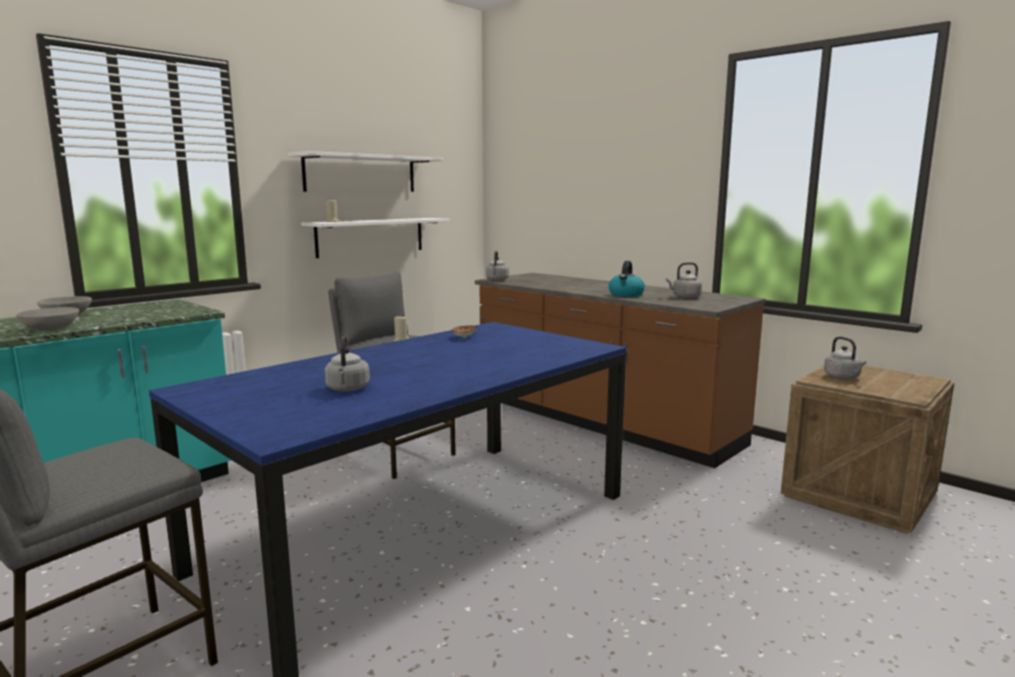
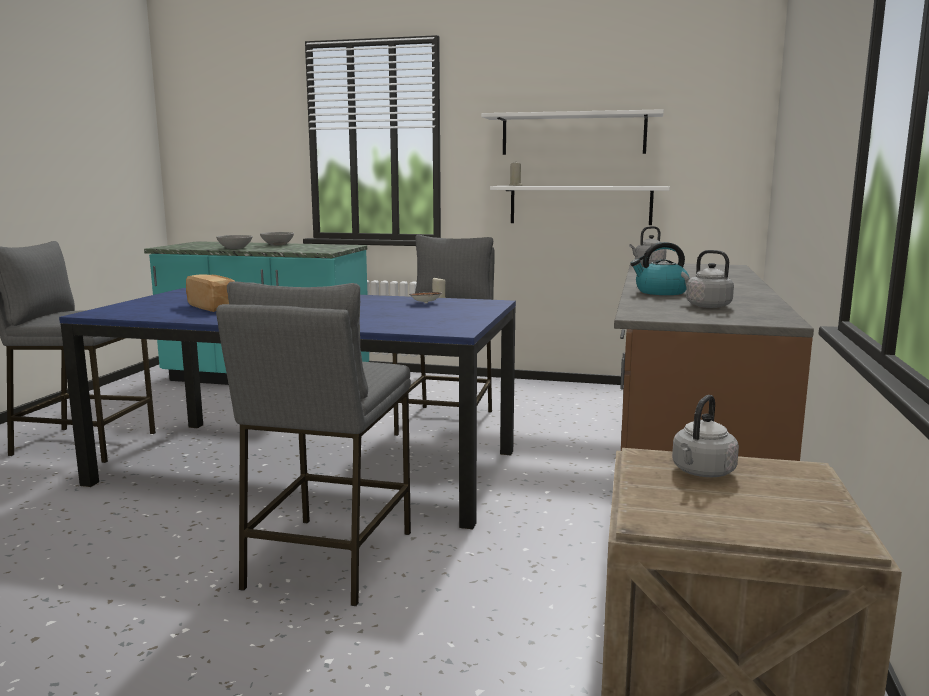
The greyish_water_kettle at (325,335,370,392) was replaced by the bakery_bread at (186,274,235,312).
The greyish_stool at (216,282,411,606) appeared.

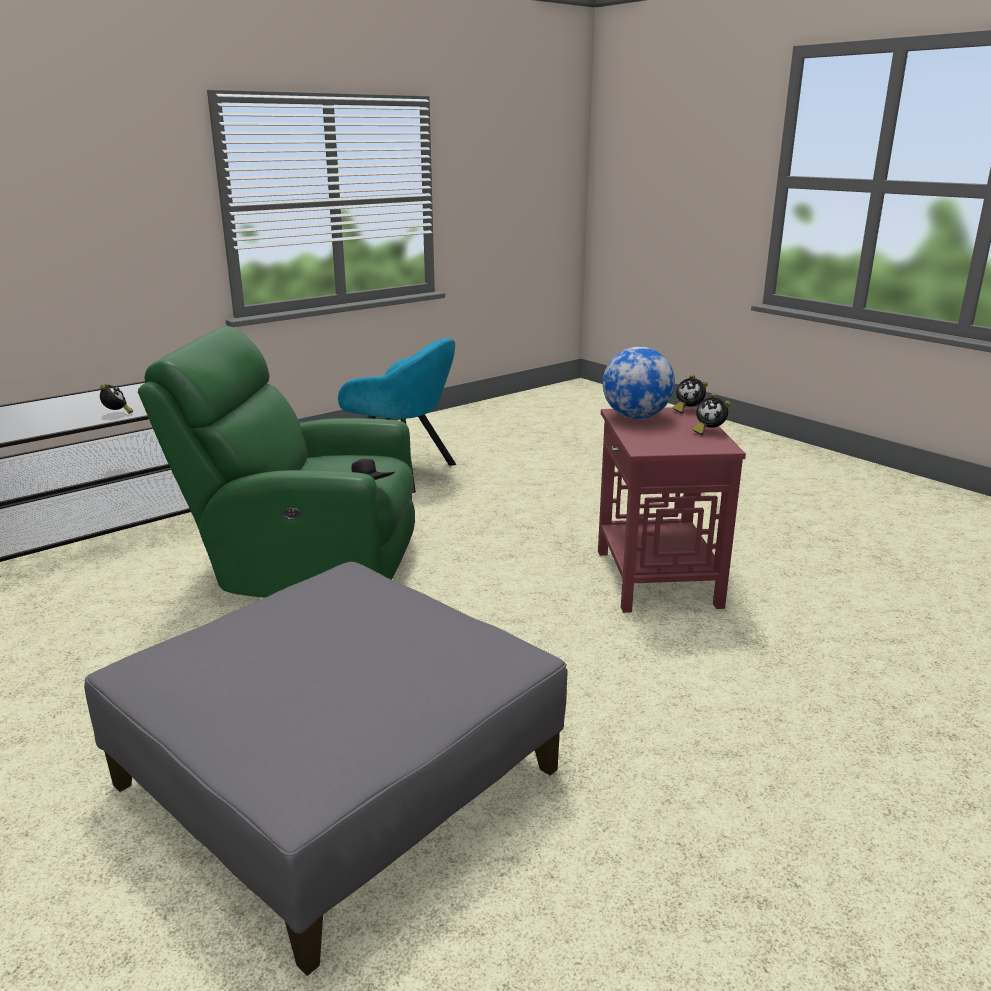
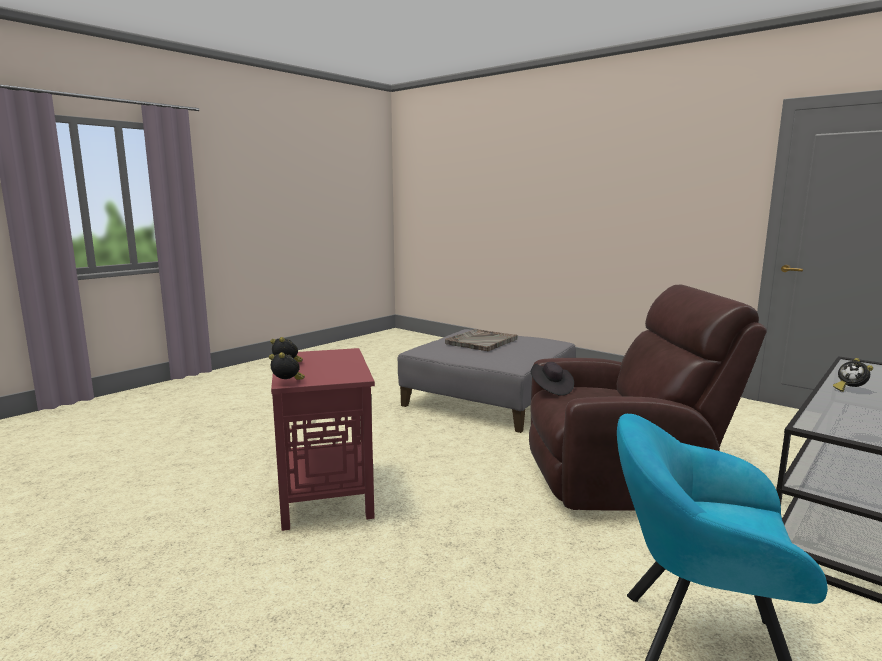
The greyish_carrying_tray at (445,329,518,352) appeared.
The green_easy_chair at (138,326,415,598) became the brown-coloured_easy_chair at (529,285,767,511).
The desk_globe at (603,347,675,419) disappeared.

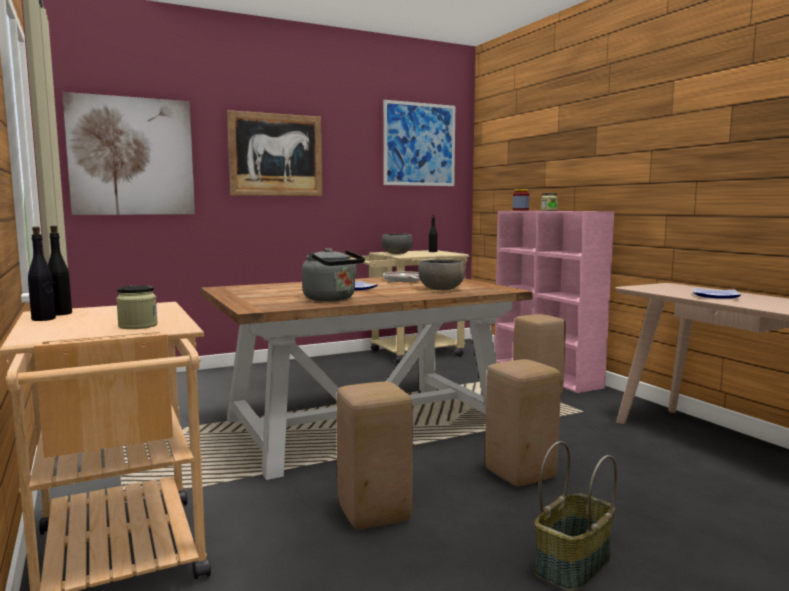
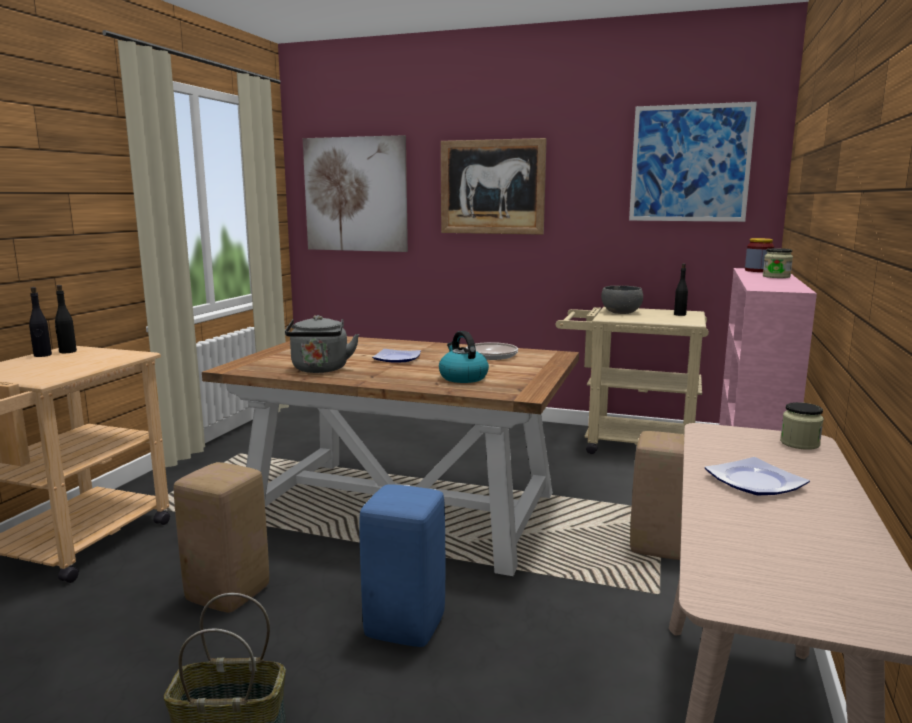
The beige-coloured_stool at (485,359,561,486) became the blue-coloured_stool at (359,484,445,647).
The greyish_bowl at (418,260,466,290) was replaced by the water_kettle at (439,331,489,383).
The storage_jar moved from (116,285,158,329) to (780,402,824,450).

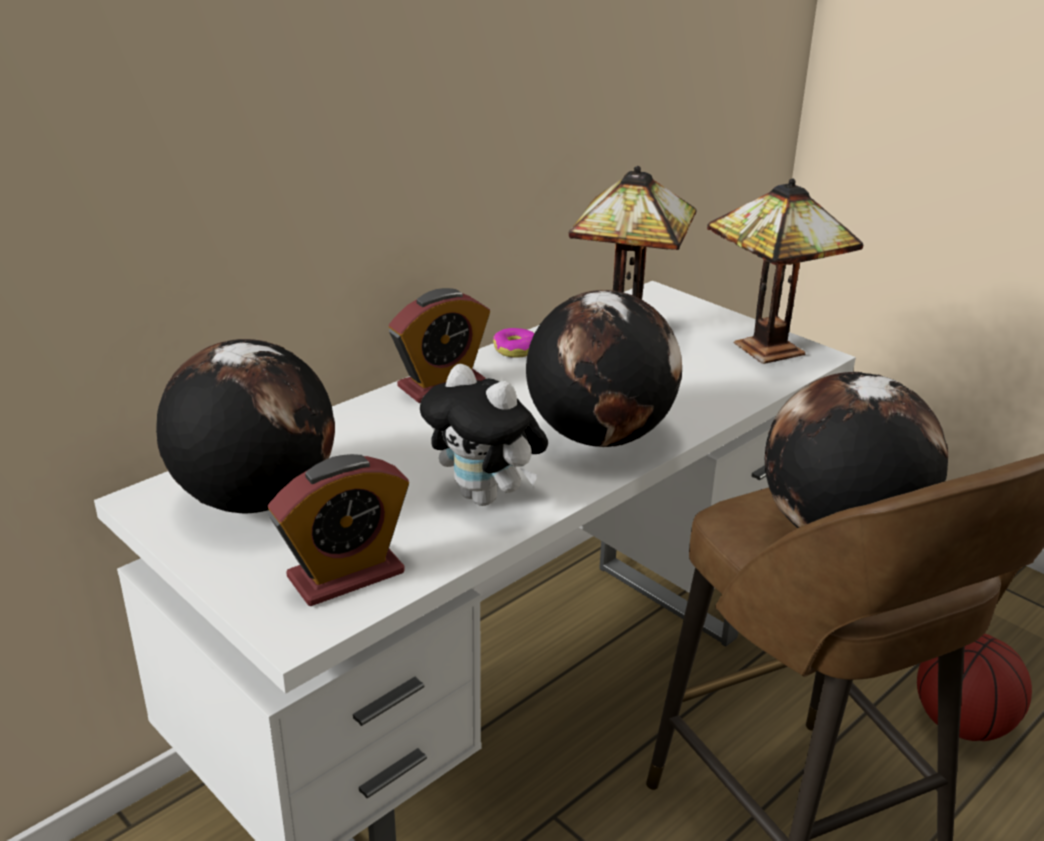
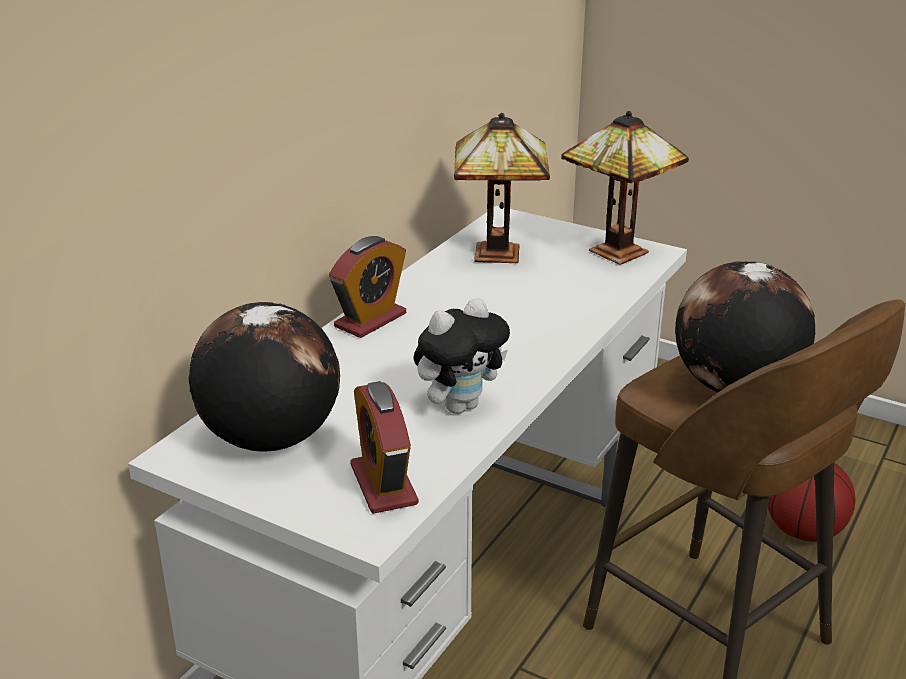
The table_clock at (268,454,409,606) turned 120 degrees clockwise.
The plush_toy at (420,364,548,506) turned 60 degrees counterclockwise.
The donut at (493,328,534,358) disappeared.
The desk_globe at (526,290,682,447) disappeared.

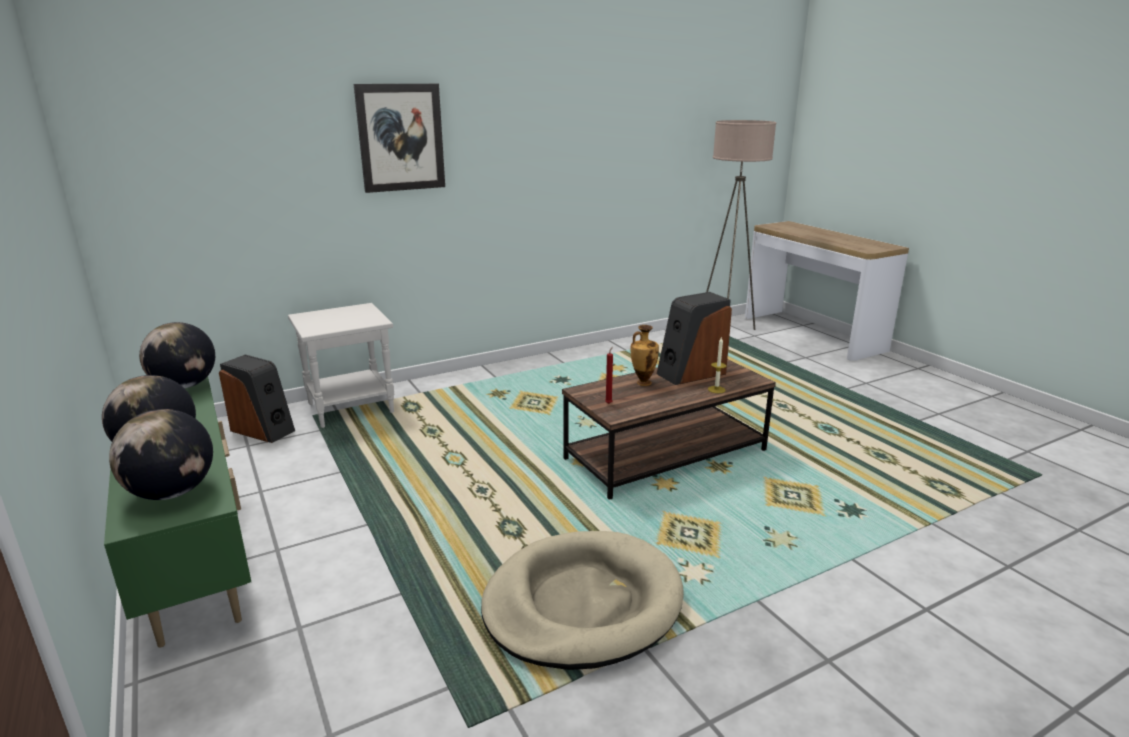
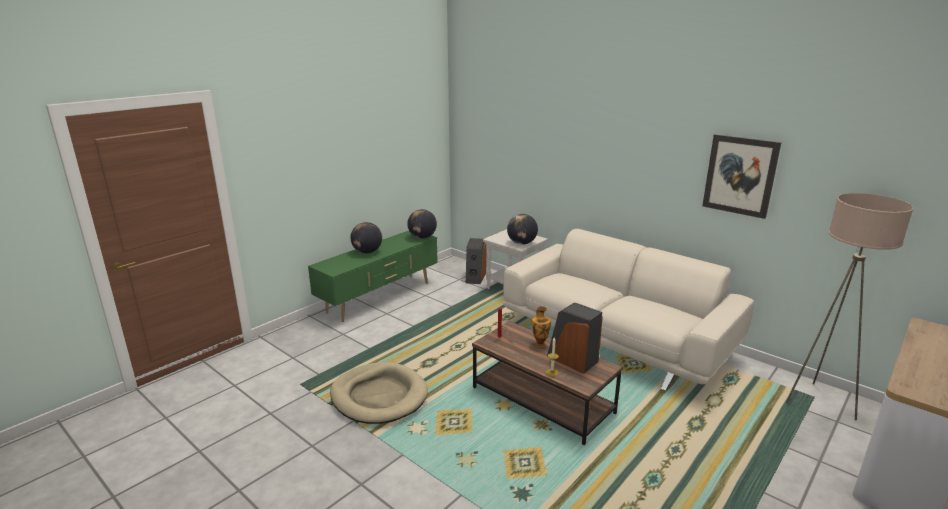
The beige-coloured_settee at (503,229,754,391) appeared.
The desk_globe moved from (109,409,213,500) to (507,214,538,245).
The wall_art moved from (354,84,445,193) to (702,134,782,219).

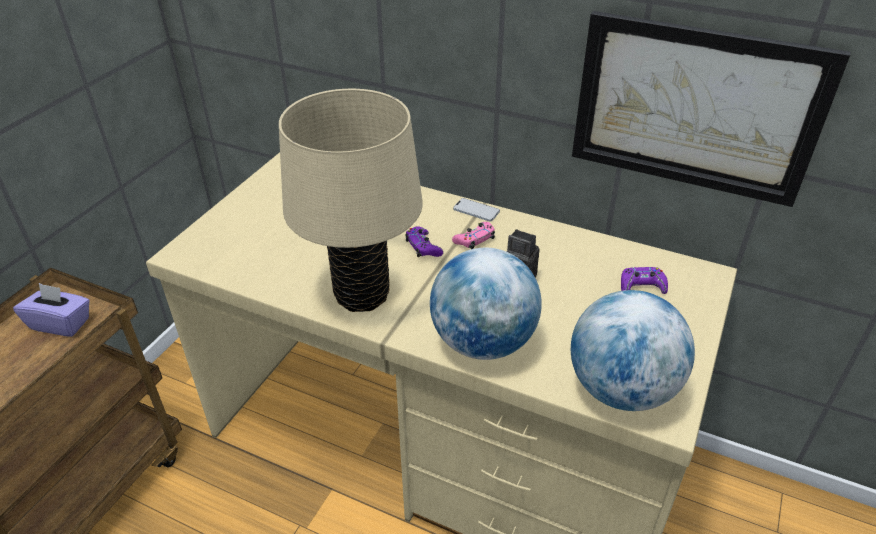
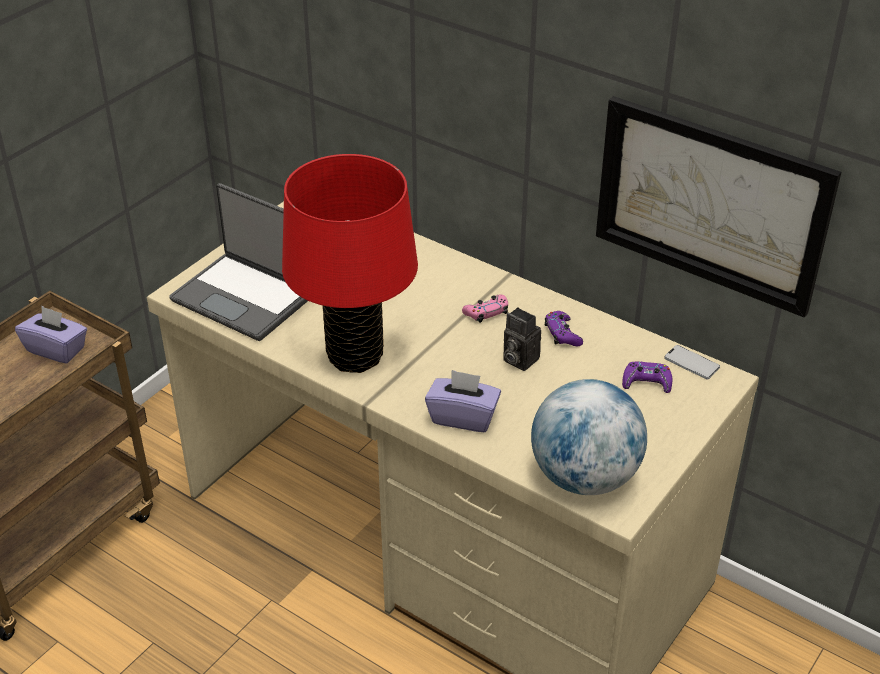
The portable_computer at (169,183,308,341) appeared.
The beige-coloured_lamp_for_a_table at (279,89,423,312) became the red_lamp_for_a_table at (282,154,418,373).
The desk_globe at (430,248,542,360) was replaced by the purple-coloured_tissue_holder at (425,370,501,432).
The purple-coloured_game_controller moved from (405,226,443,257) to (545,311,583,346).
The telephone moved from (453,198,500,222) to (664,345,720,380).

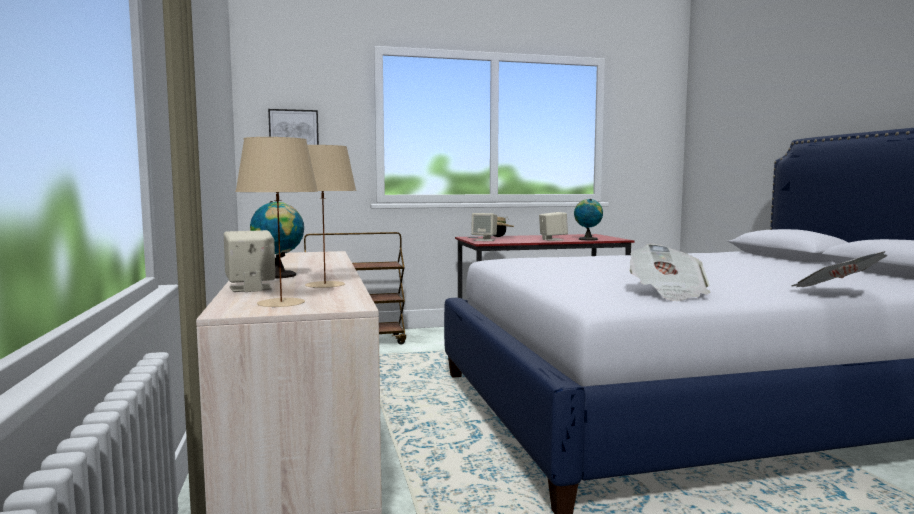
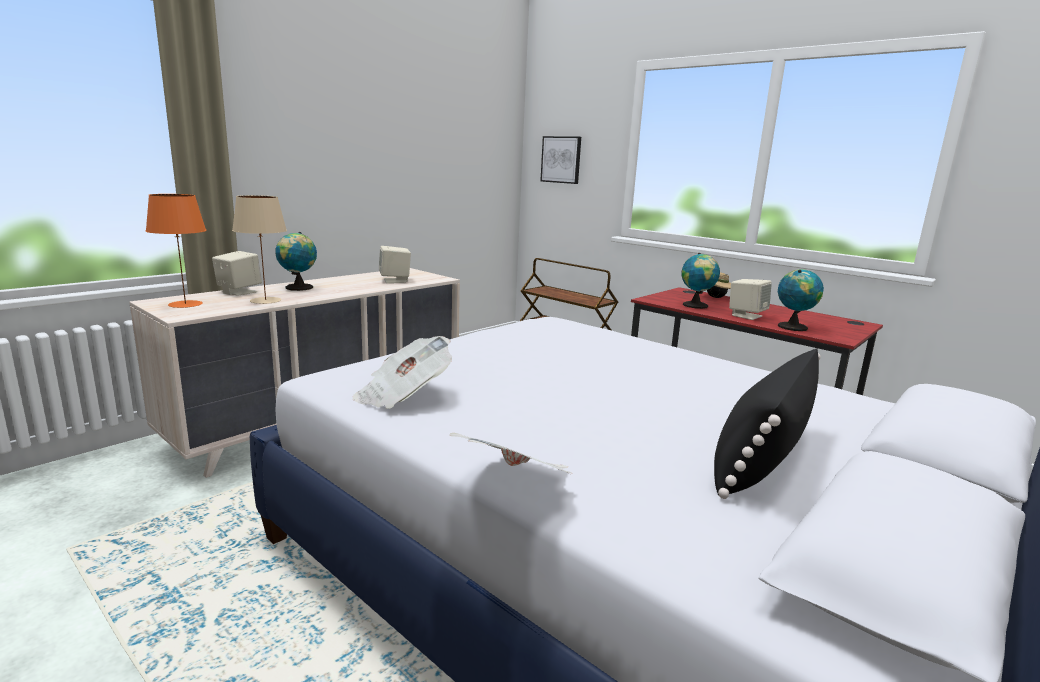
The beige-coloured_lamp_for_a_table at (235,137,318,308) became the orange-coloured_lamp_for_a_table at (146,194,207,308).
The beige-coloured_speaker moved from (471,213,497,241) to (379,246,411,283).
The desk_globe at (681,253,720,309) appeared.
The blackish_pillow at (714,349,821,499) appeared.

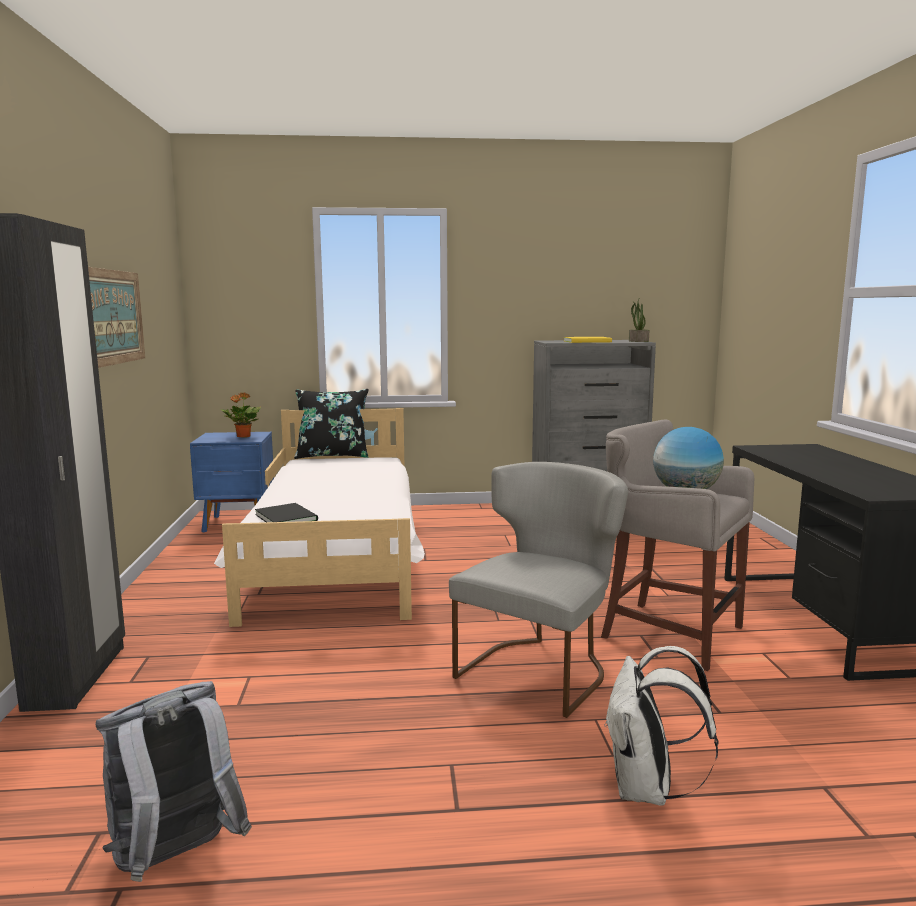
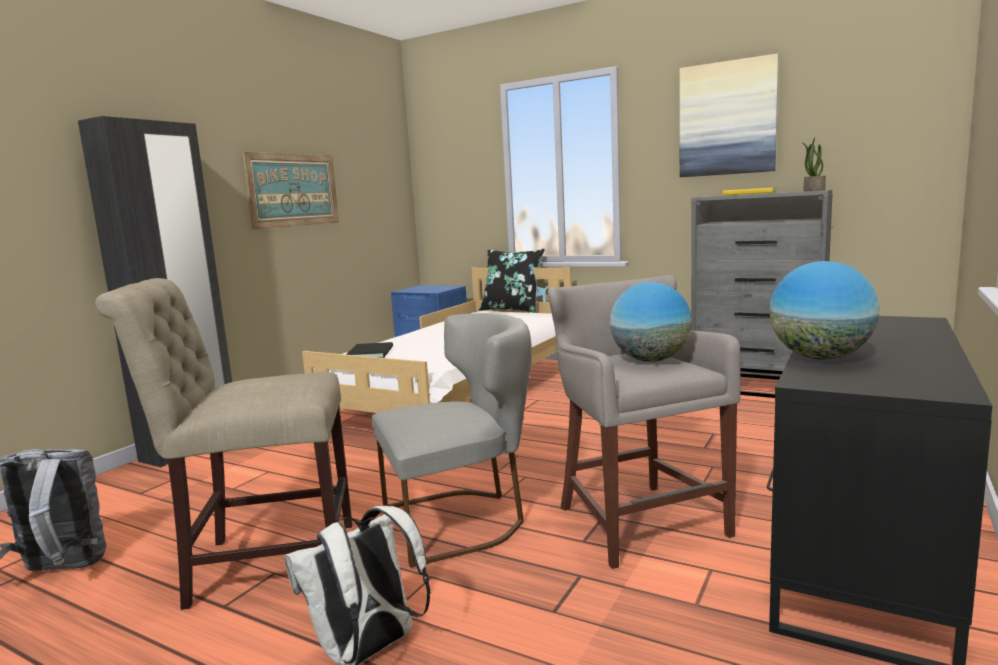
The beige-coloured_upright_chair at (95,278,352,610) appeared.
The wall_art at (680,54,779,177) appeared.
The desk_globe at (769,261,879,360) appeared.
The plant_in_a_pot at (220,392,261,438) disappeared.

